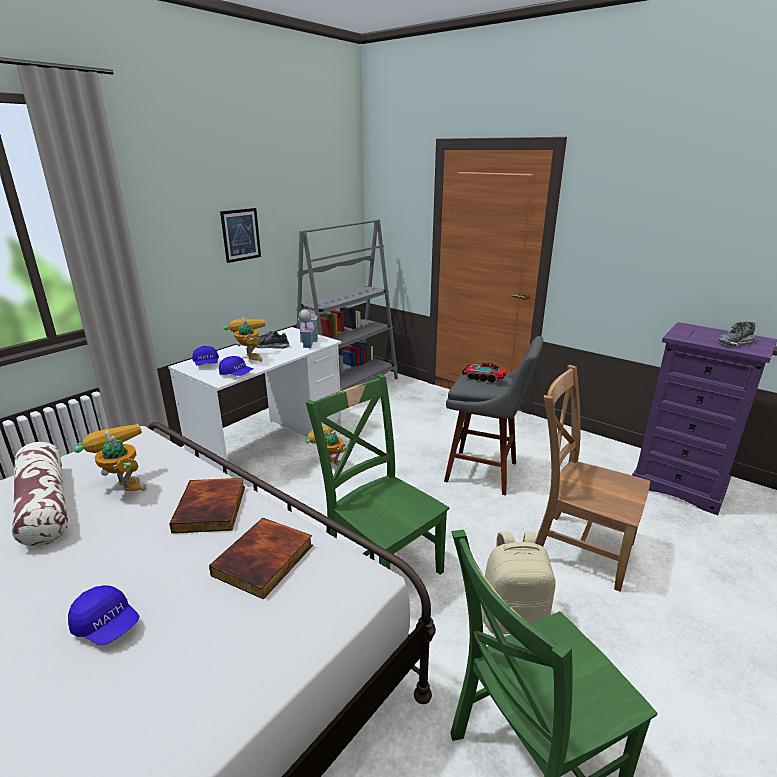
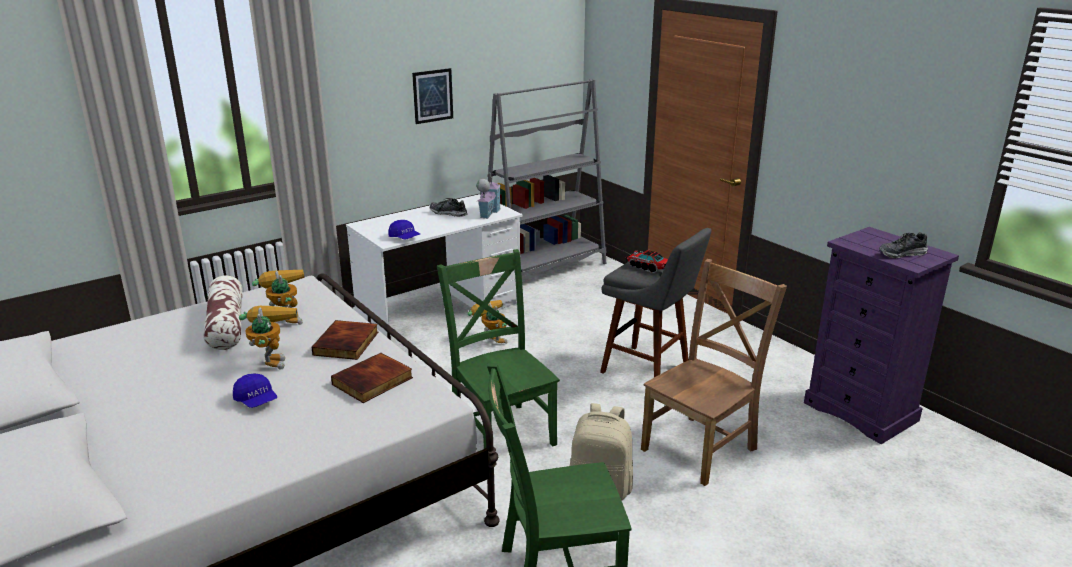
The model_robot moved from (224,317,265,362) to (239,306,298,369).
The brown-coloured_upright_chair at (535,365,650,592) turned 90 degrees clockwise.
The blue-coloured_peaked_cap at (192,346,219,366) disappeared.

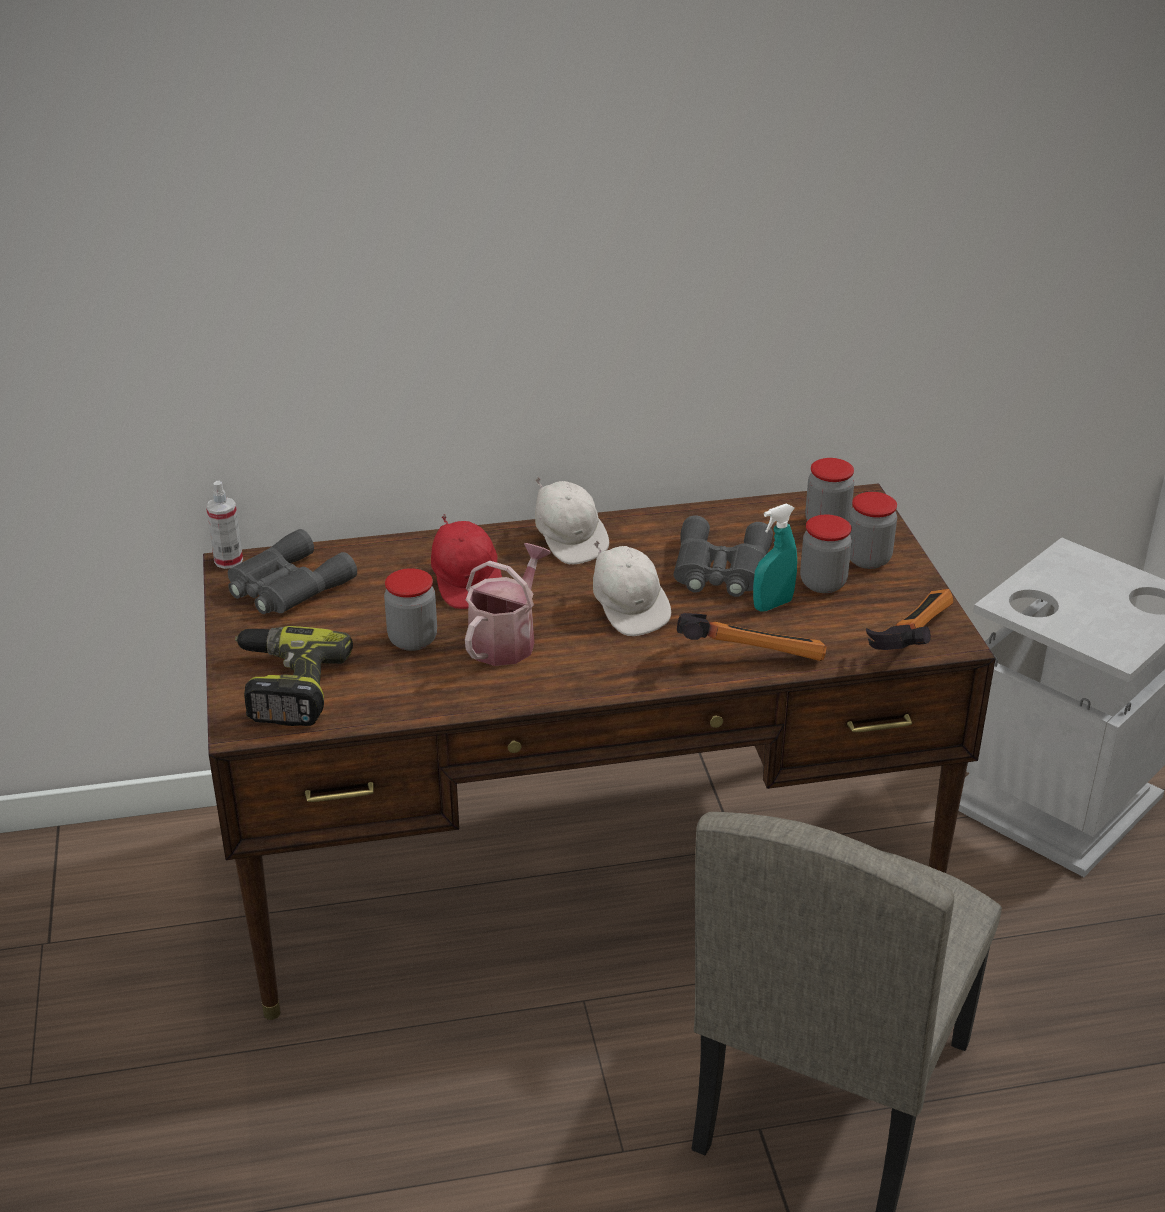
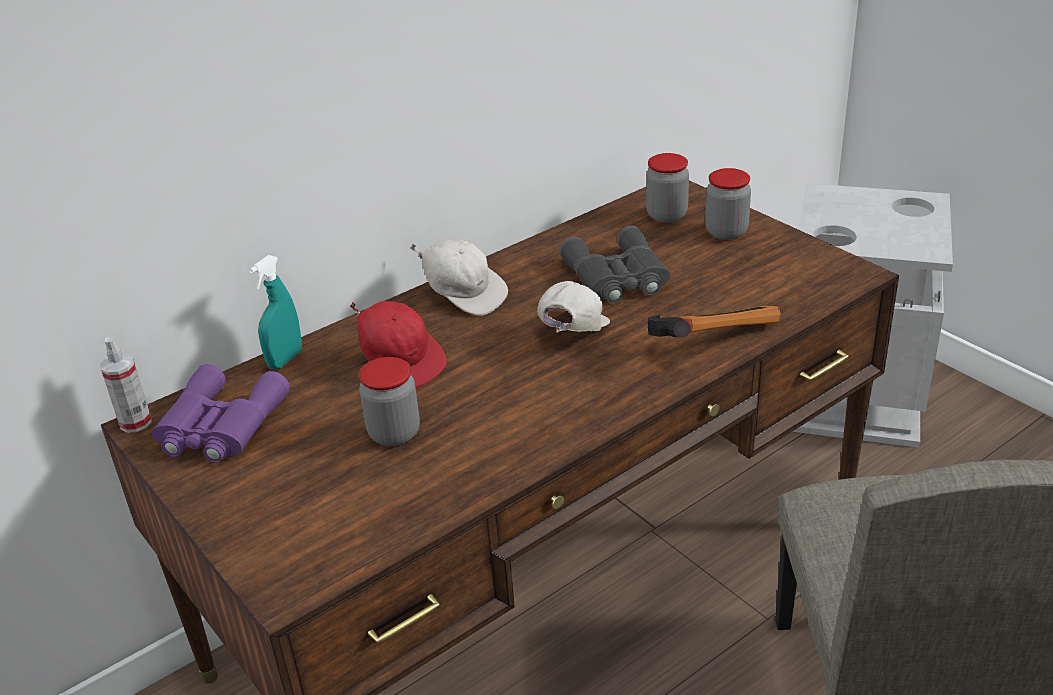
The greyish_pair_of_binoculars at (228,529,357,614) became the purple-coloured_pair_of_binoculars at (152,364,290,463).
The turquoise-coloured_spray_bottle moved from (753,504,797,612) to (249,255,302,369).
The white_peaked_cap at (593,540,671,636) turned 105 degrees counterclockwise.
The electric_drill at (235,626,353,726) disappeared.
The sprinkling_can at (465,543,551,666) disappeared.
The storage_jar at (800,514,852,593) disappeared.
The tool_hammer at (866,589,953,650) disappeared.

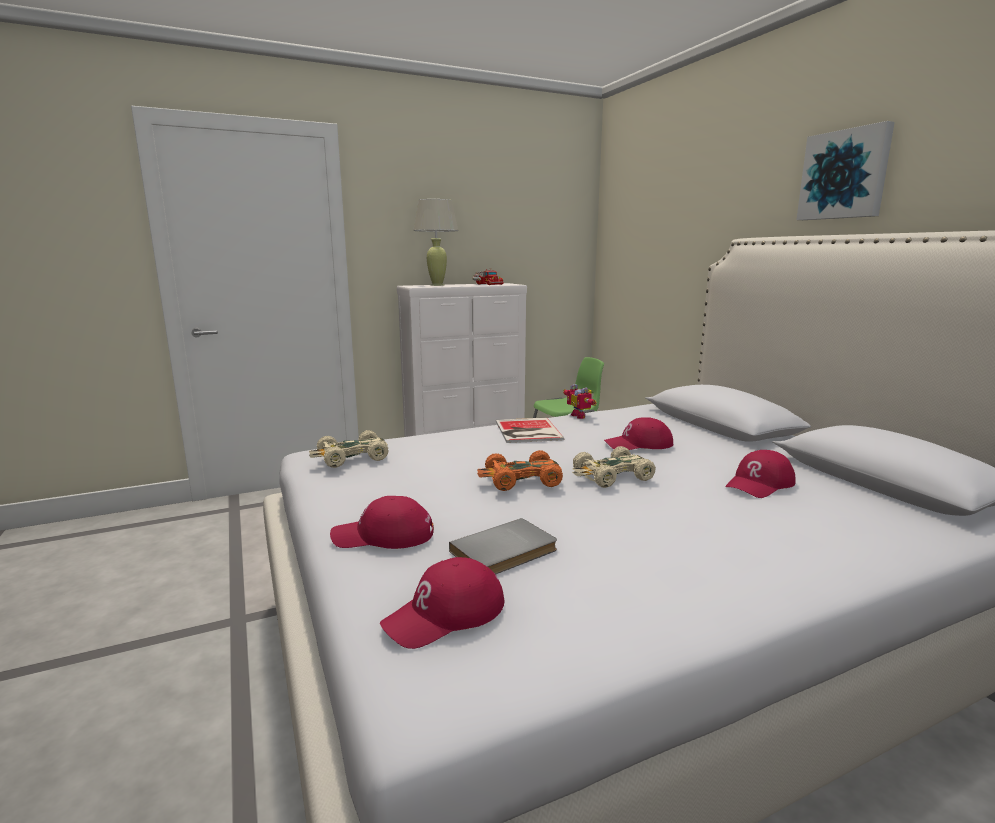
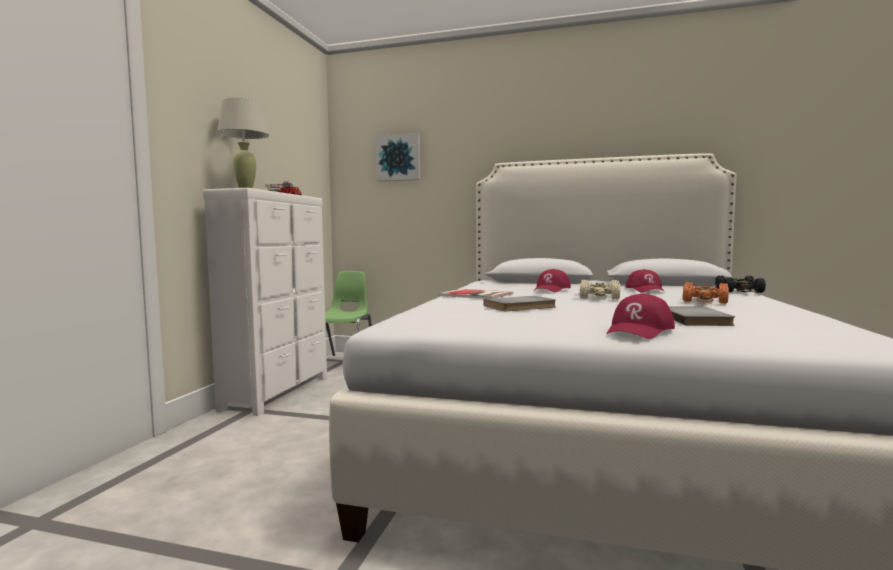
The wall_art moved from (796,121,895,220) to (376,133,420,182).
The greyish_volume at (483,296,556,311) appeared.
The orange-coloured_miniature_car moved from (477,450,563,491) to (683,282,729,304).
The blackish_miniature_car at (715,275,766,293) appeared.
The beige-coloured_miniature_car at (309,430,388,468) disappeared.
The red_peaked_cap at (380,557,505,649) disappeared.
The model_robot at (563,384,597,419) disappeared.

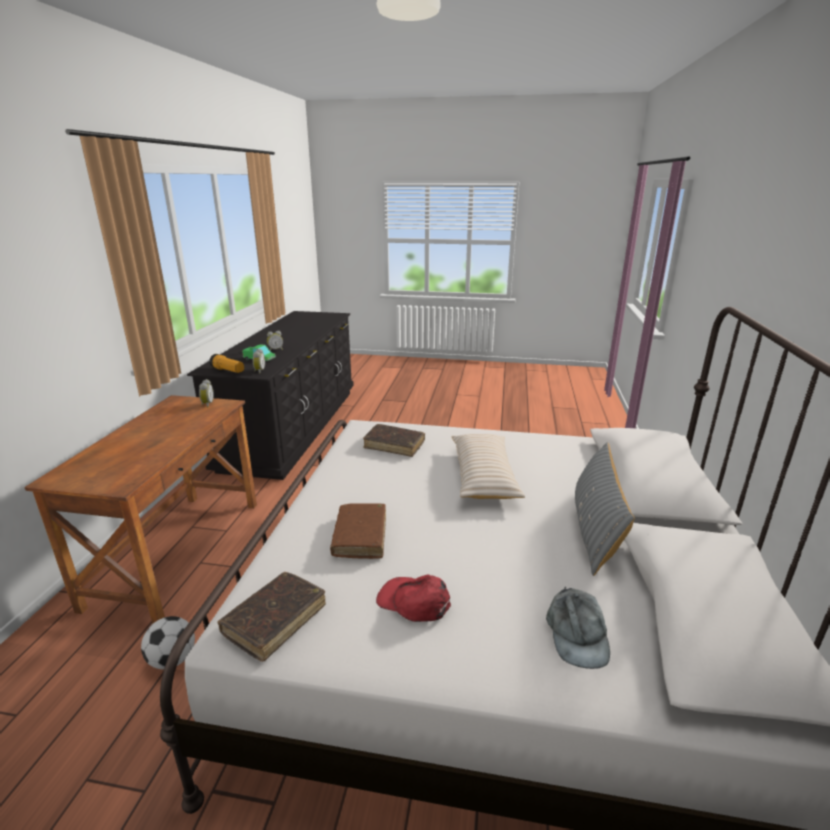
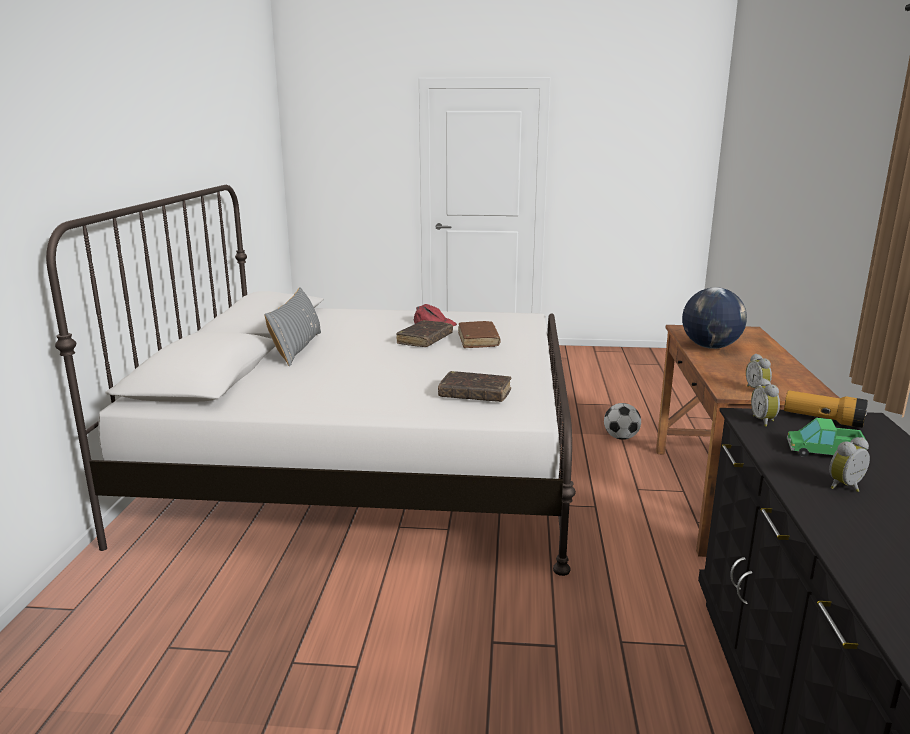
The brown-coloured_volume moved from (217,572,326,662) to (396,320,453,347).
The desk_globe at (682,287,747,349) appeared.
The beige-coloured_pillow at (452,434,525,499) disappeared.
The greyish_peaked_cap at (546,587,610,669) disappeared.

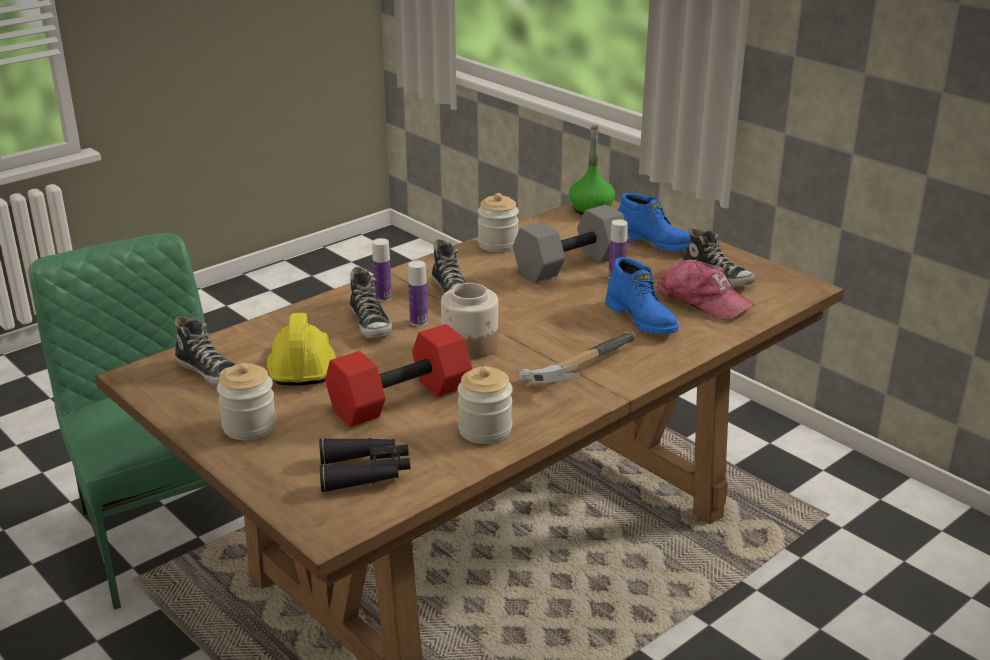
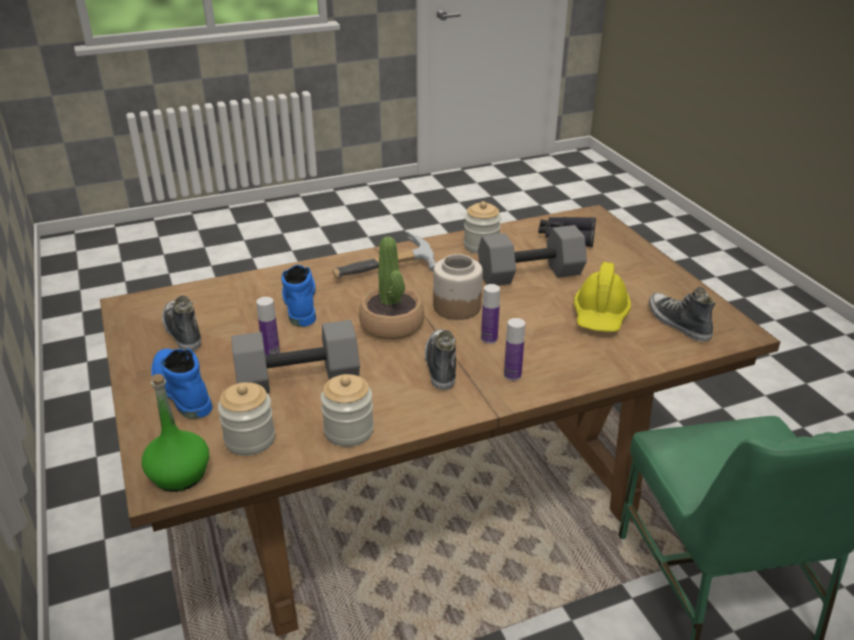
The storage_jar moved from (217,363,276,440) to (218,382,275,456).
The plant_in_a_pot at (359,236,424,340) appeared.
The red_dumbbell at (325,324,472,427) became the greyish_dumbbell at (478,225,587,286).
The shoe at (350,267,393,338) disappeared.
The peaked_cap at (657,260,755,320) disappeared.

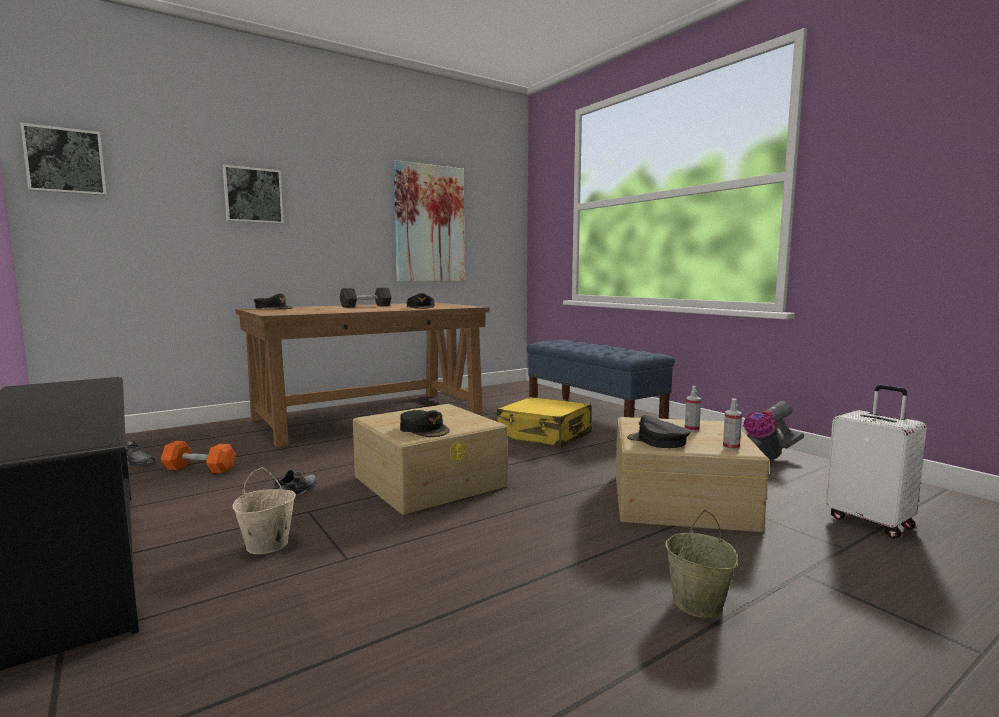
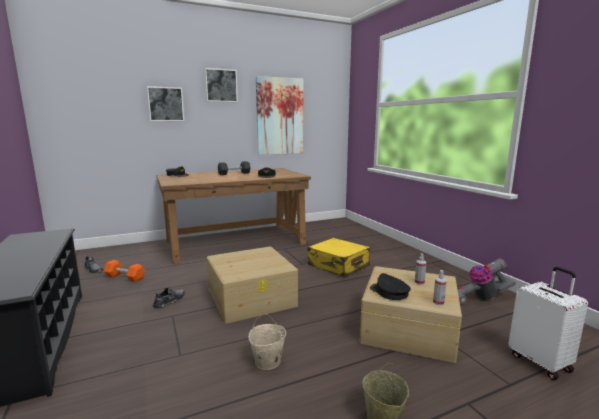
The wall_art moved from (20,123,106,196) to (204,68,238,102).
The beige-coloured_pail moved from (232,467,296,554) to (248,314,286,370).
The blackish_peaked_cap at (400,410,450,437) disappeared.
The blue-coloured_bench at (527,340,675,419) disappeared.

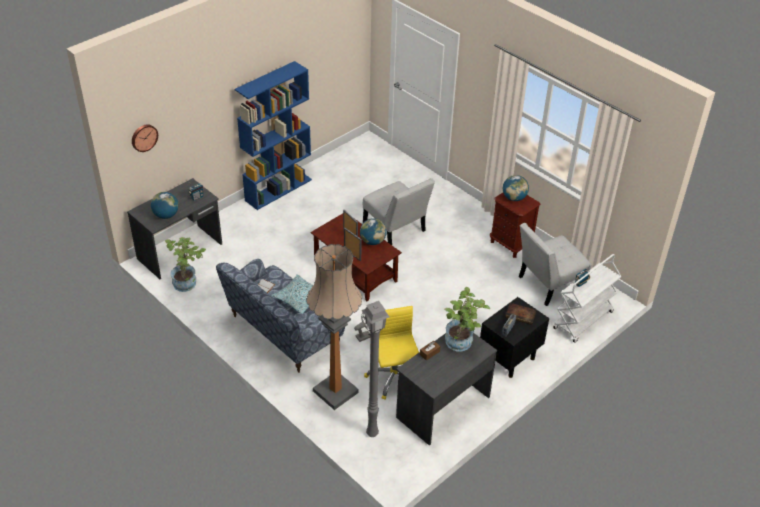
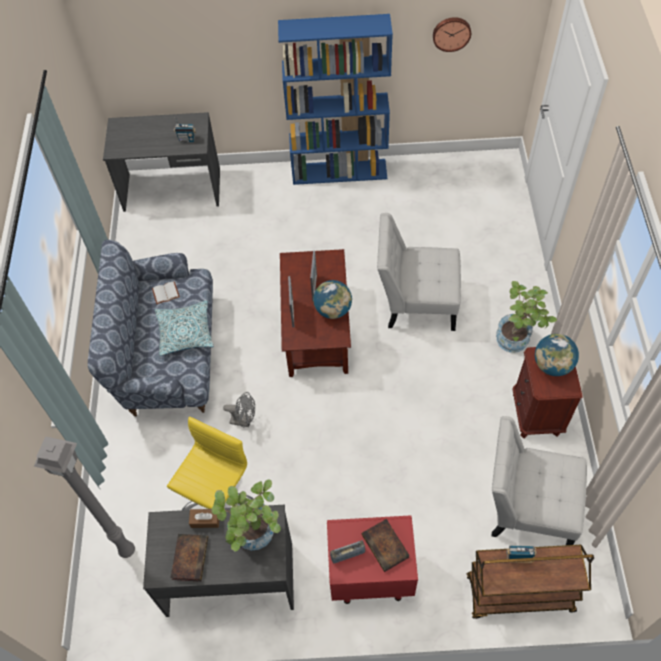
The volume at (170,534,208,582) appeared.
The blackish_bedside_table at (480,297,549,378) became the red_bedside_table at (327,515,418,604).
The white_upright_chair at (363,178,435,245) turned 90 degrees clockwise.
The clock_on_the_wall moved from (132,124,158,152) to (433,17,471,52).
The white_trolley at (553,254,621,343) became the brown-coloured_trolley at (467,545,594,619).
The plant_in_a_pot moved from (165,237,206,292) to (496,281,557,353).
The desk_globe at (151,192,179,219) disappeared.
The standard_lamp at (307,244,362,410) disappeared.

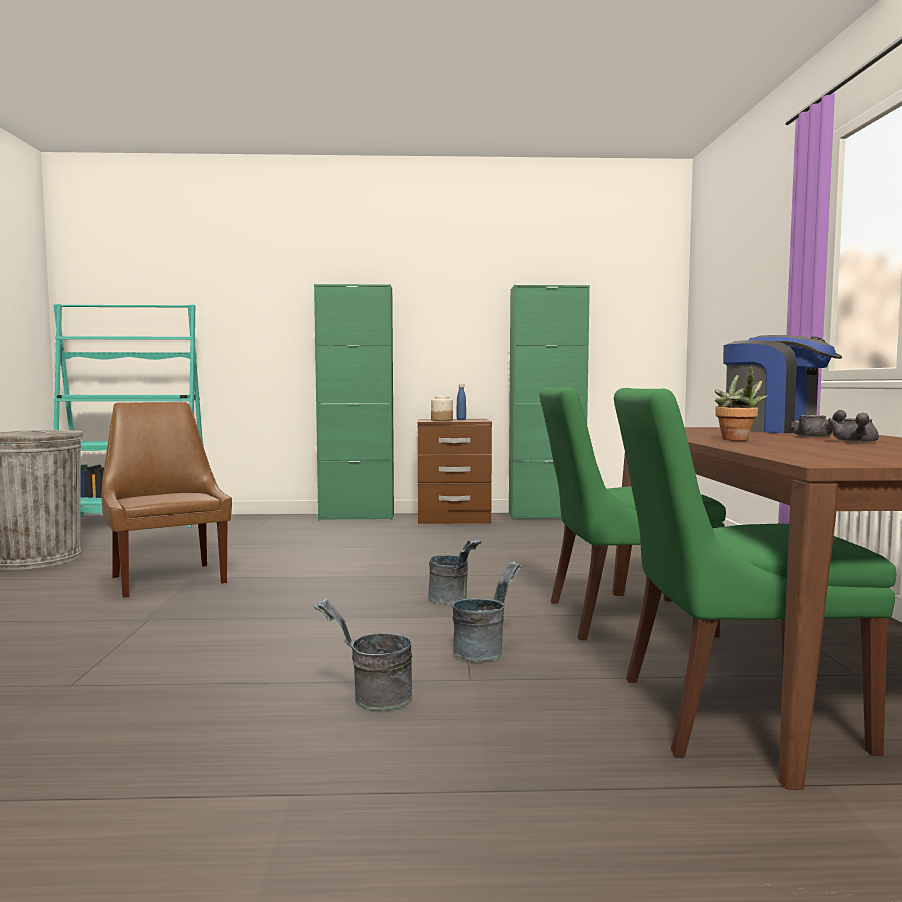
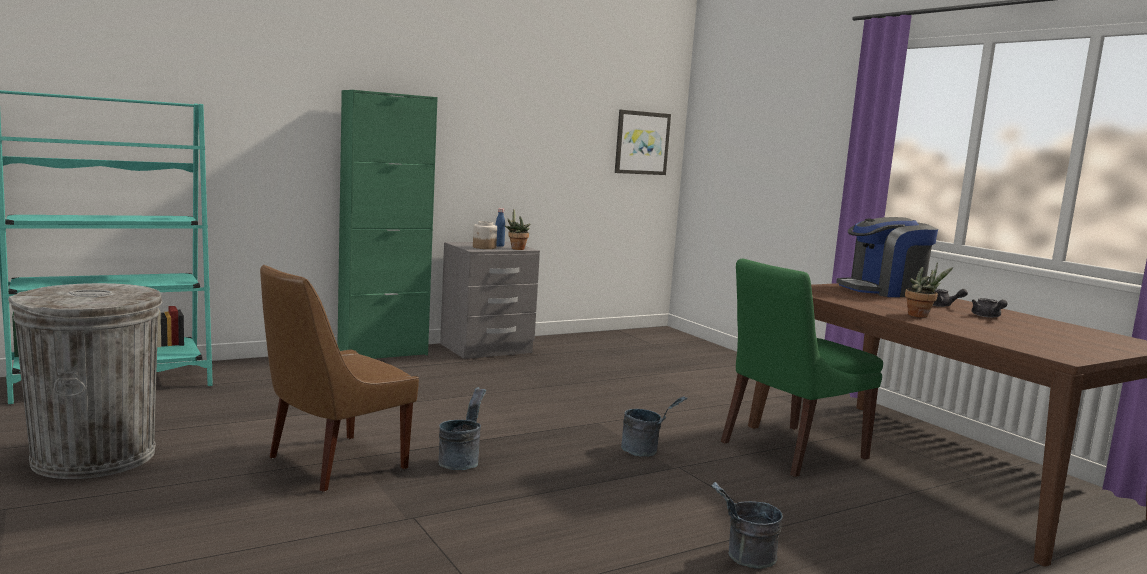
The brown-coloured_upright_chair at (102,402,232,598) turned 75 degrees counterclockwise.
The greyish_pail moved from (452,562,522,661) to (439,387,486,470).
The brown-coloured_bedside_table at (418,419,492,524) became the greyish_bedside_table at (440,242,540,359).
The plant_in_a_pot at (504,209,530,250) appeared.
The wall_art at (615,110,671,175) appeared.
The coffee_brewer at (723,335,843,433) turned 150 degrees clockwise.
The green_storage_cabinet at (509,285,590,520) disappeared.
The green_upright_chair at (614,388,896,756) disappeared.

